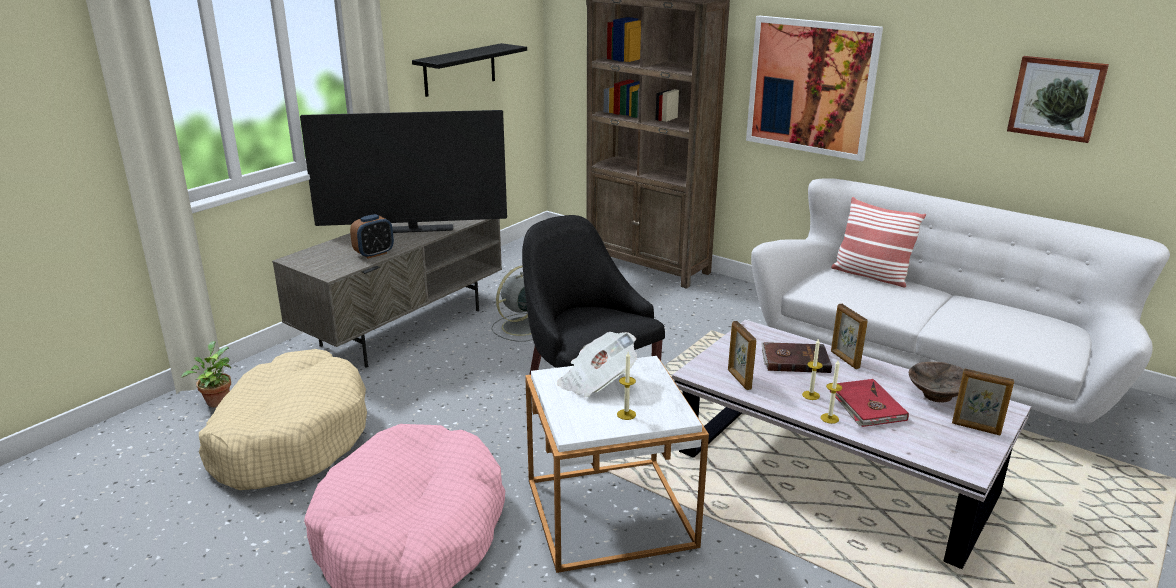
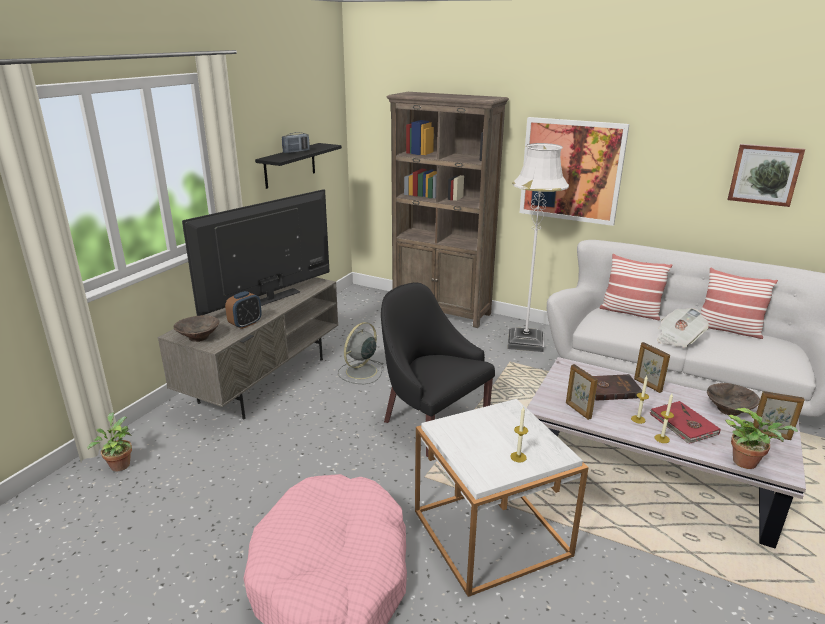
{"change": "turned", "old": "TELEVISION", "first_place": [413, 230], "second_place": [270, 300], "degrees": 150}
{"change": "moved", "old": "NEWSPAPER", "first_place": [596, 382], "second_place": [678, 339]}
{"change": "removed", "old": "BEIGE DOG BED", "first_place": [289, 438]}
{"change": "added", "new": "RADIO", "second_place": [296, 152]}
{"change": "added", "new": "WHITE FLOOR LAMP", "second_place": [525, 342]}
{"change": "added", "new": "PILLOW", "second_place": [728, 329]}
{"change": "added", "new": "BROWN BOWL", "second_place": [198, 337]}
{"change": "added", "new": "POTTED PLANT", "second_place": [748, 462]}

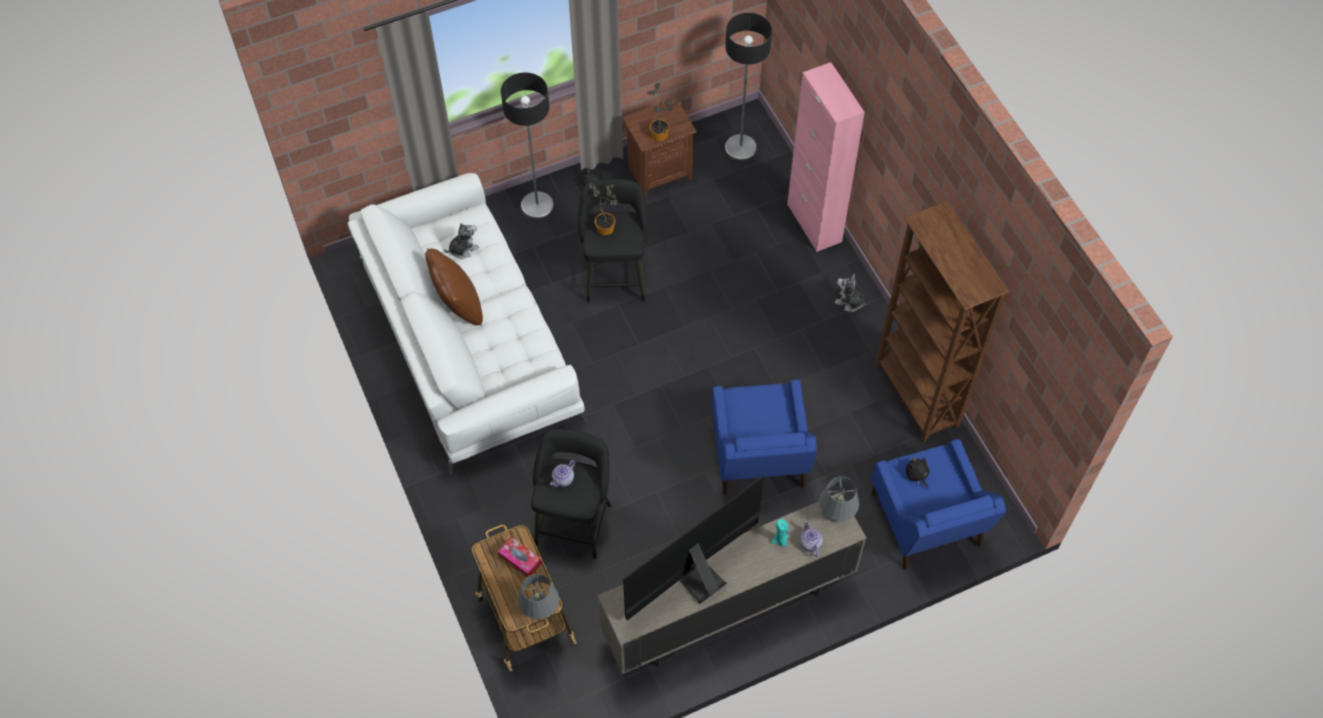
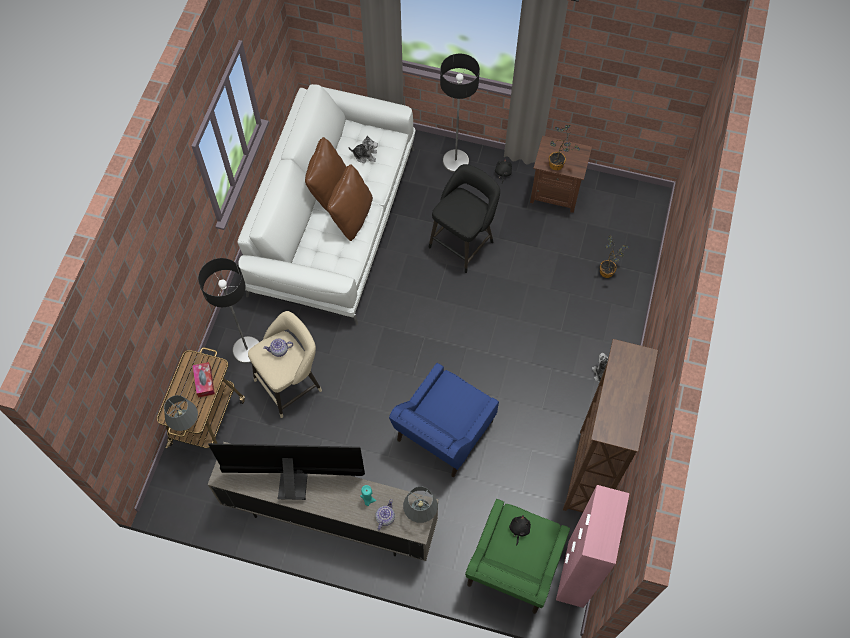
{"change": "moved", "old": "FLOOR LAMP", "first_place": [740, 148], "second_place": [247, 350]}
{"change": "moved", "old": "PINK CABINET", "first_place": [814, 223], "second_place": [576, 573]}
{"change": "moved", "old": "POTTED PLANT", "first_place": [606, 226], "second_place": [608, 271]}
{"change": "recoloured", "old": "BLACK STOOL", "new": "BEIGE STOOL", "first_place": [574, 520], "second_place": [291, 383]}
{"change": "recoloured", "old": "BLUE ARMCHAIR", "new": "GREEN ARMCHAIR", "first_place": [926, 522], "second_place": [513, 566]}
{"change": "added", "new": "BROWN PILLOW", "second_place": [352, 217]}

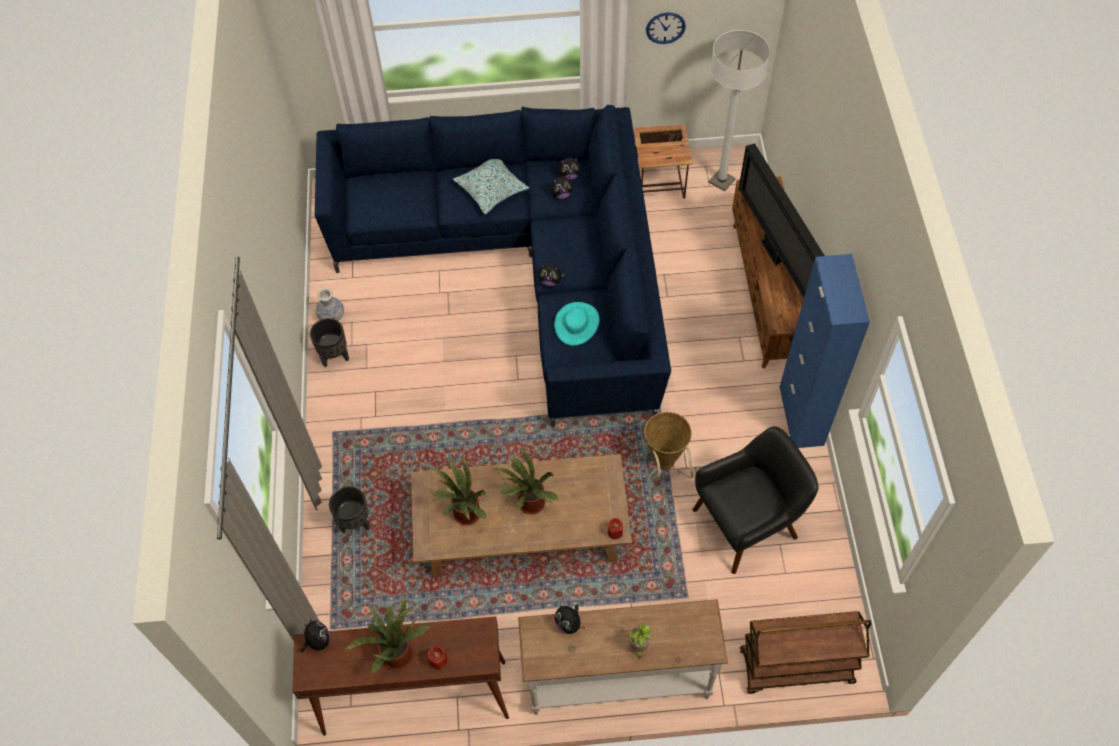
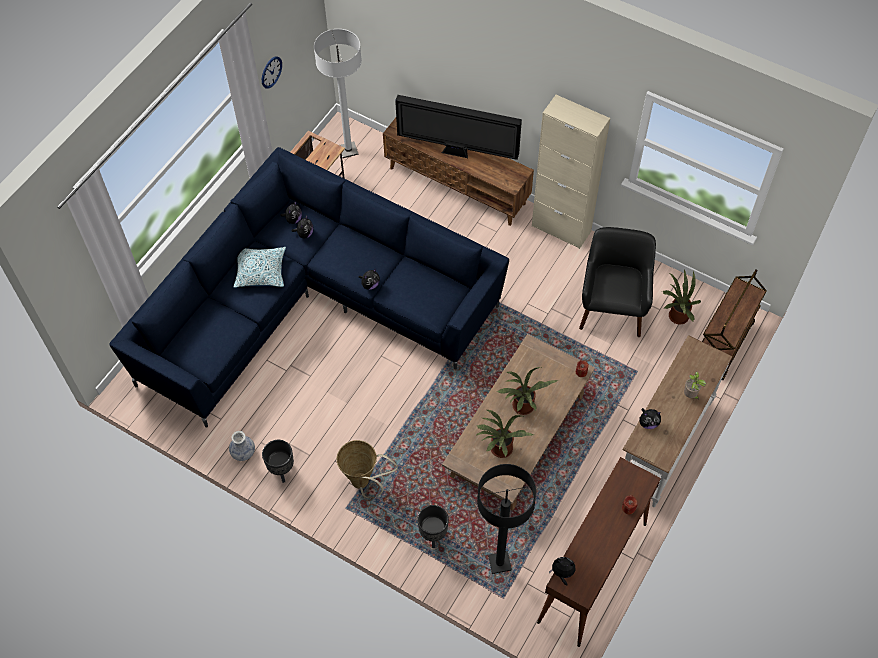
{"change": "recoloured", "old": "BLUE CABINET", "new": "BEIGE CABINET", "first_place": [801, 416], "second_place": [561, 229]}
{"change": "removed", "old": "TURQUOISE HAT", "first_place": [577, 324]}
{"change": "moved", "old": "BASKET", "first_place": [664, 466], "second_place": [364, 483]}
{"change": "moved", "old": "POTTED PLANT", "first_place": [396, 652], "second_place": [676, 316]}
{"change": "added", "new": "BLACK FLOOR LAMP", "second_place": [499, 563]}

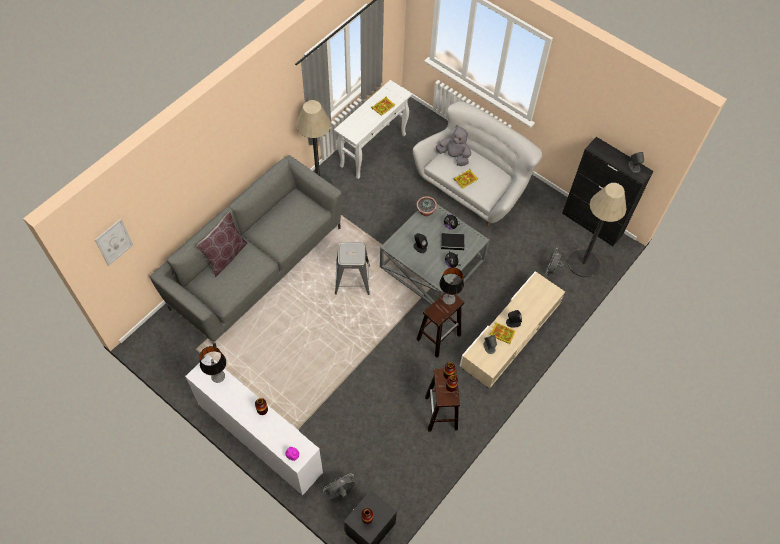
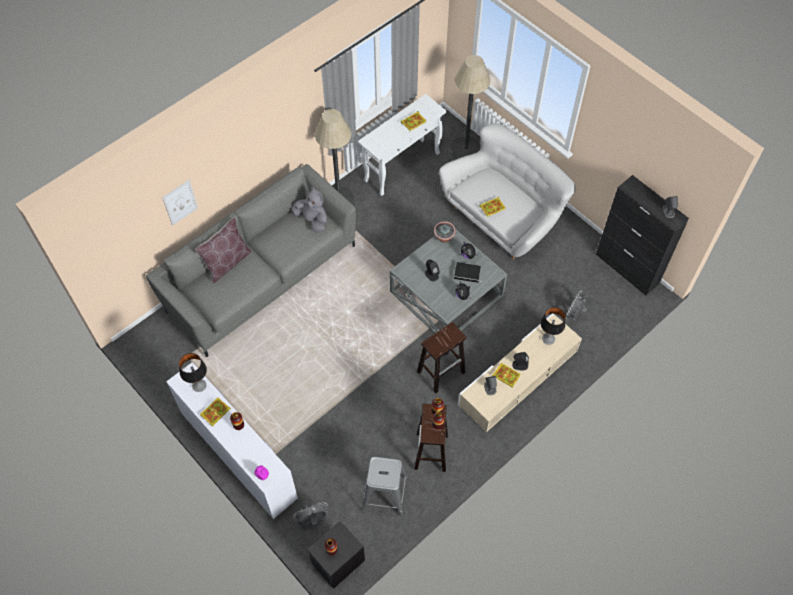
{"change": "moved", "old": "GREY PLUSH TOY", "first_place": [454, 156], "second_place": [312, 220]}
{"change": "moved", "old": "FLOOR LAMP", "first_place": [583, 263], "second_place": [466, 148]}
{"change": "moved", "old": "PICTURE", "first_place": [114, 242], "second_place": [180, 202]}
{"change": "moved", "old": "GREY STOOL", "first_place": [352, 279], "second_place": [385, 493]}
{"change": "moved", "old": "TABLE LAMP", "first_place": [449, 299], "second_place": [548, 339]}
{"change": "added", "new": "BOOK", "second_place": [215, 413]}

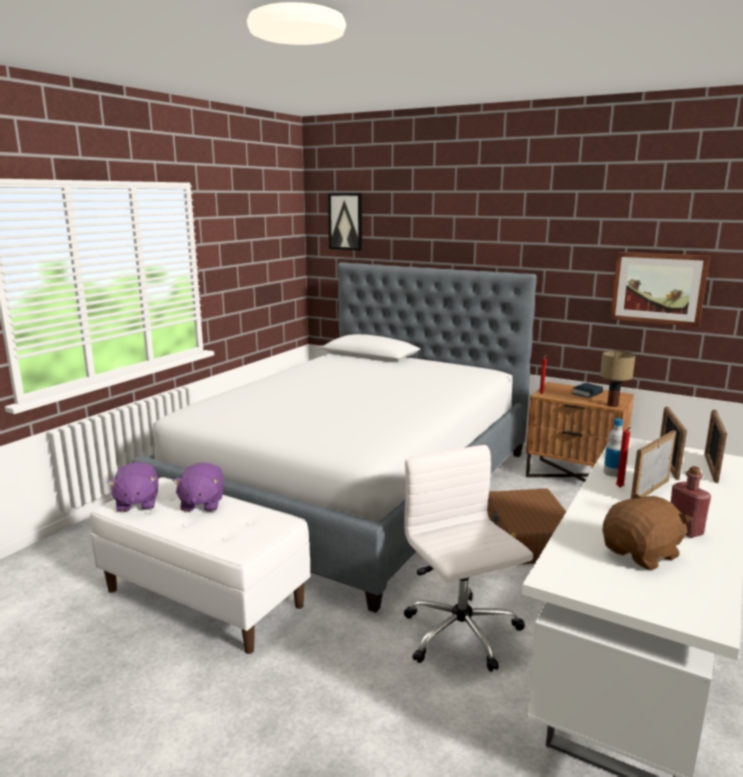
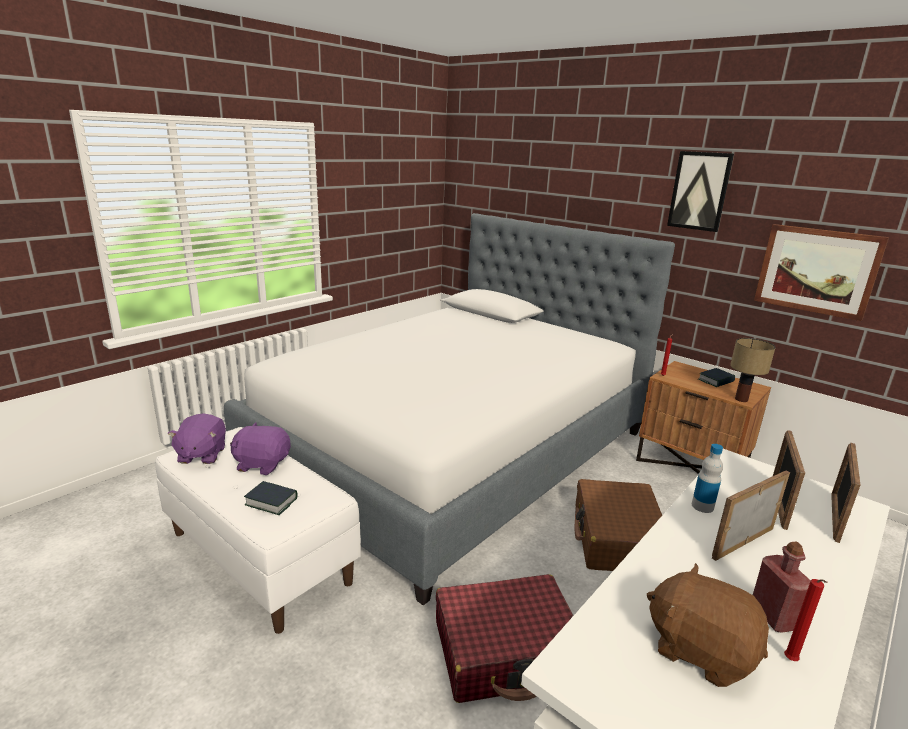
{"change": "moved", "old": "PICTURE", "first_place": [345, 221], "second_place": [699, 191]}
{"change": "moved", "old": "RED CANDLE", "first_place": [620, 488], "second_place": [791, 661]}
{"change": "replaced", "old": "WHITE OFFICE CHAIR", "new": "RED SUITCASE", "first_place": [462, 635], "second_place": [506, 651]}
{"change": "turned", "old": "PURPLE PLUSH TOY", "first_place": [201, 504], "second_place": [262, 464], "degrees": 90}
{"change": "turned", "old": "BROWN PLUSH TOY", "first_place": [641, 554], "second_place": [700, 649], "degrees": -120}
{"change": "added", "new": "BOOK", "second_place": [271, 501]}

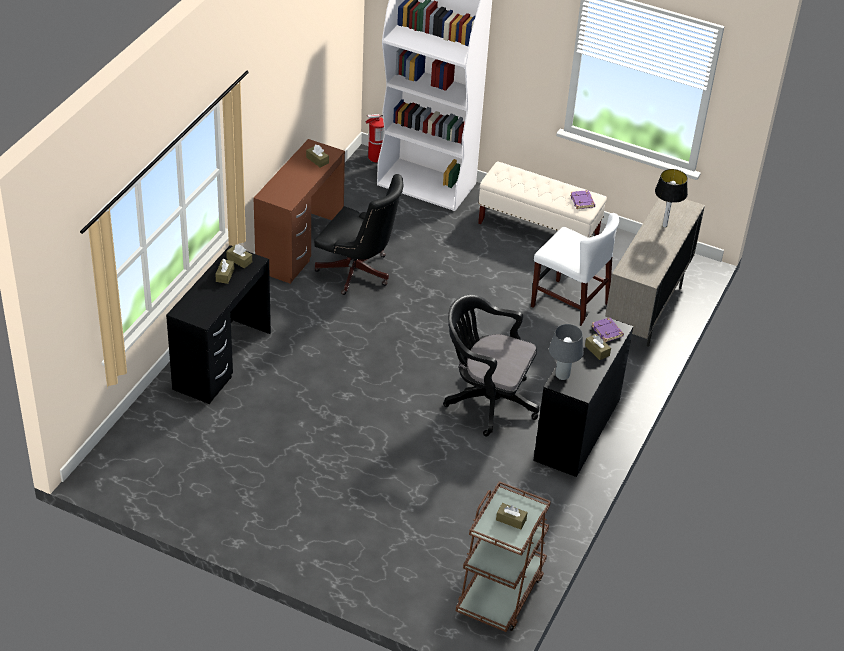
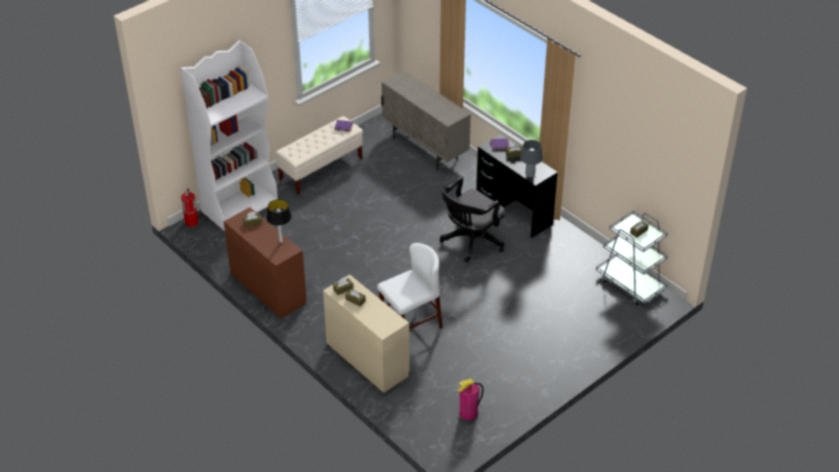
{"change": "moved", "old": "TABLE LAMP", "first_place": [665, 225], "second_place": [281, 241]}
{"change": "removed", "old": "BLACK OFFICE CHAIR", "first_place": [358, 273]}
{"change": "moved", "old": "WHITE CHAIR", "first_place": [569, 305], "second_place": [411, 325]}
{"change": "recoloured", "old": "BLACK DESK", "new": "BEIGE DESK", "first_place": [222, 360], "second_place": [367, 359]}
{"change": "recoloured", "old": "BROWN CART", "new": "GREY CART", "first_place": [500, 592], "second_place": [630, 284]}
{"change": "added", "new": "FIRE EXTINGUISHER", "second_place": [468, 413]}

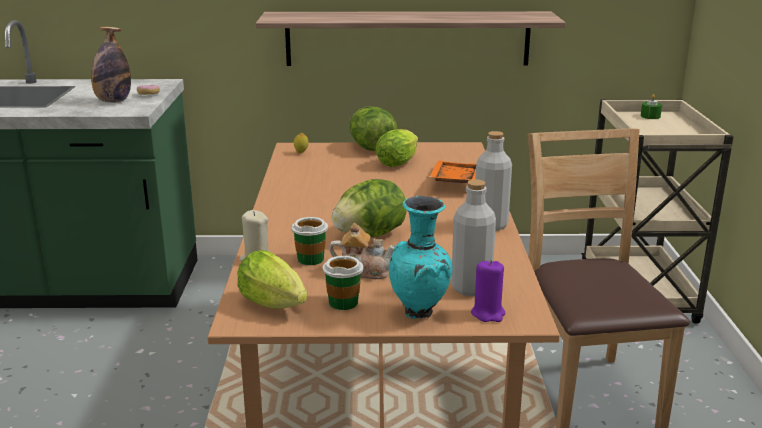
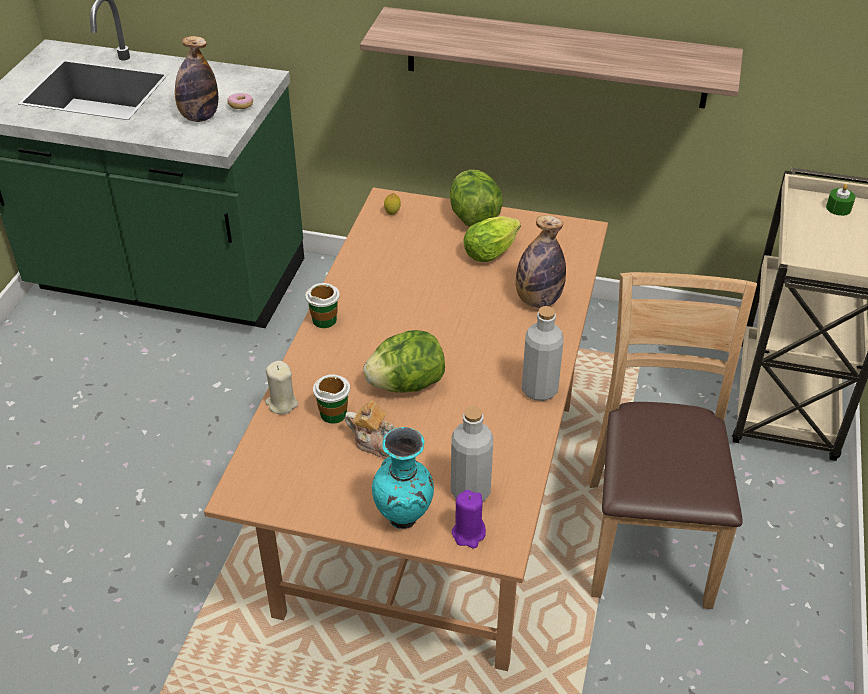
{"change": "replaced", "old": "ORANGE TRAY", "new": "BOTTLE", "first_place": [454, 181], "second_place": [538, 300]}
{"change": "removed", "old": "LETTUCE", "first_place": [276, 306]}
{"change": "moved", "old": "CUP", "first_place": [343, 302], "second_place": [324, 320]}

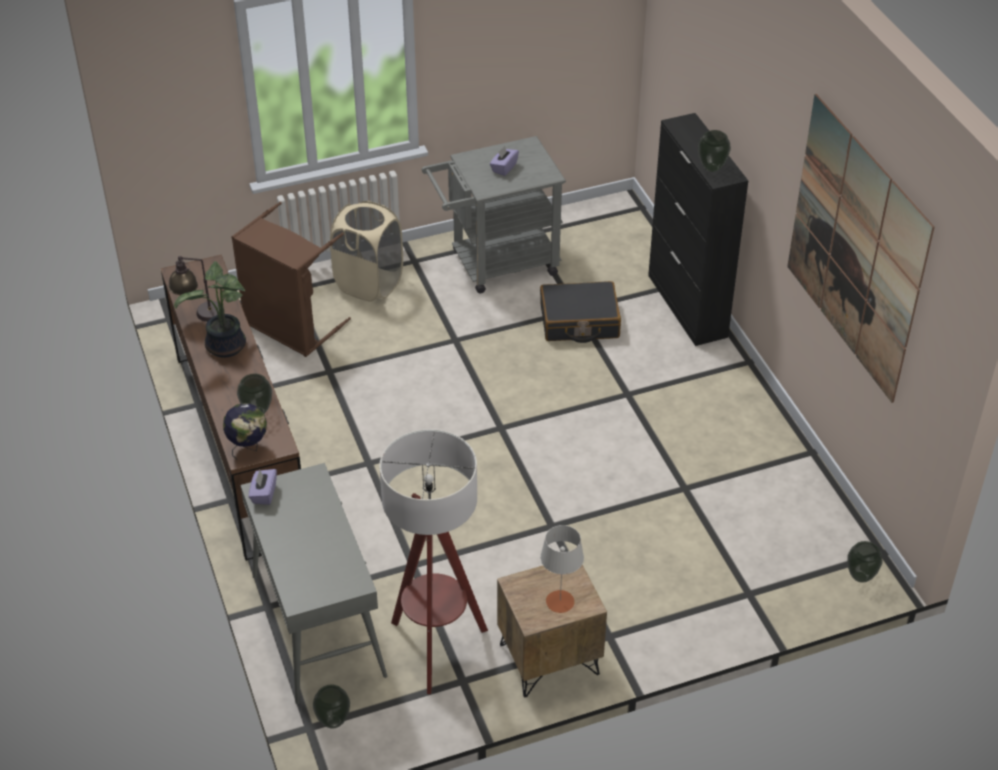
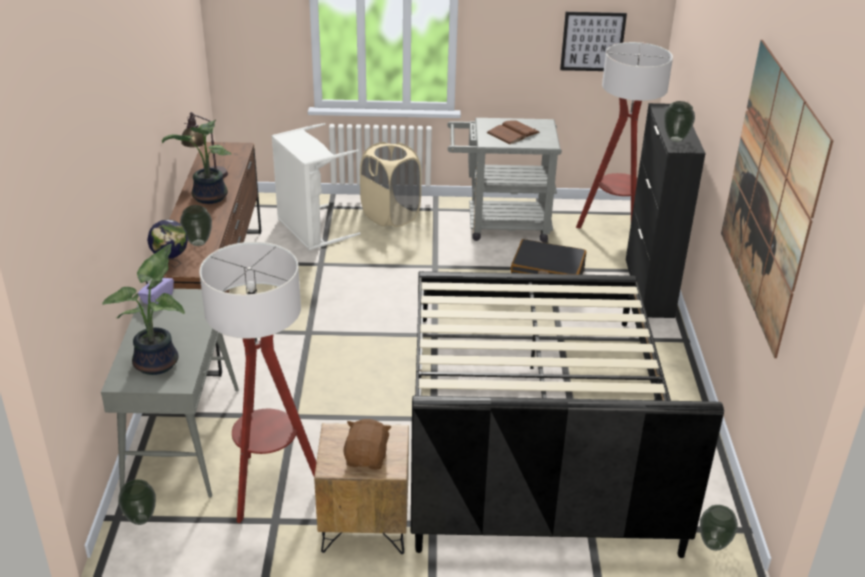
{"change": "replaced", "old": "PURPLE TISSUE BOX", "new": "BROWN BOOK", "first_place": [504, 168], "second_place": [513, 132]}
{"change": "recoloured", "old": "BROWN LAUNDRY BASKET", "new": "WHITE LAUNDRY BASKET", "first_place": [290, 328], "second_place": [310, 230]}
{"change": "replaced", "old": "GREY TABLE LAMP", "new": "BROWN PLUSH TOY", "first_place": [560, 601], "second_place": [367, 458]}
{"change": "added", "new": "PICTURE", "second_place": [592, 41]}
{"change": "added", "new": "FLOOR LAMP", "second_place": [614, 231]}
{"change": "added", "new": "POTTED PLANT", "second_place": [159, 362]}
{"change": "added", "new": "BLACK BED", "second_place": [534, 422]}

